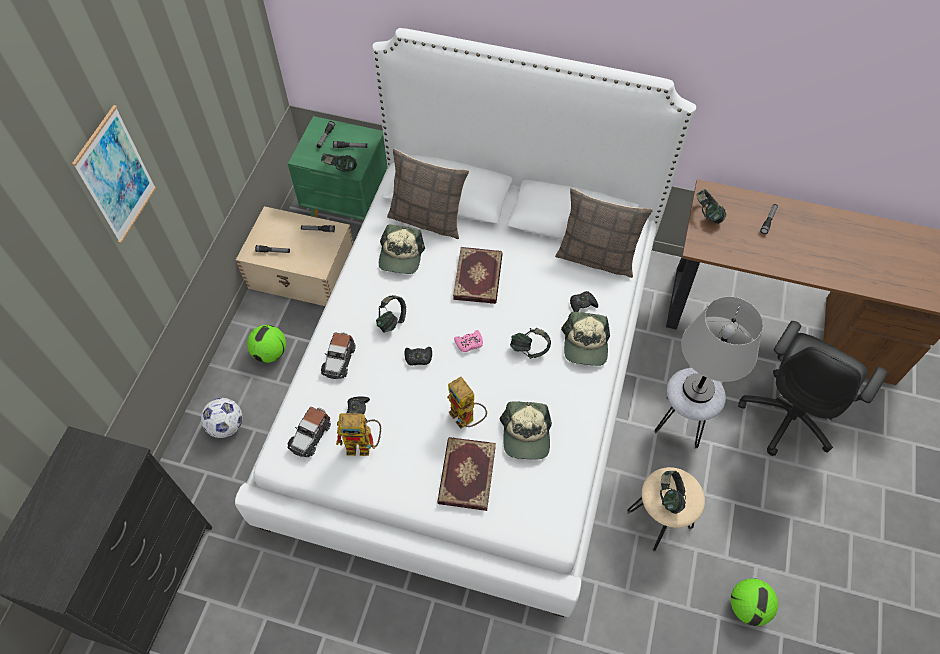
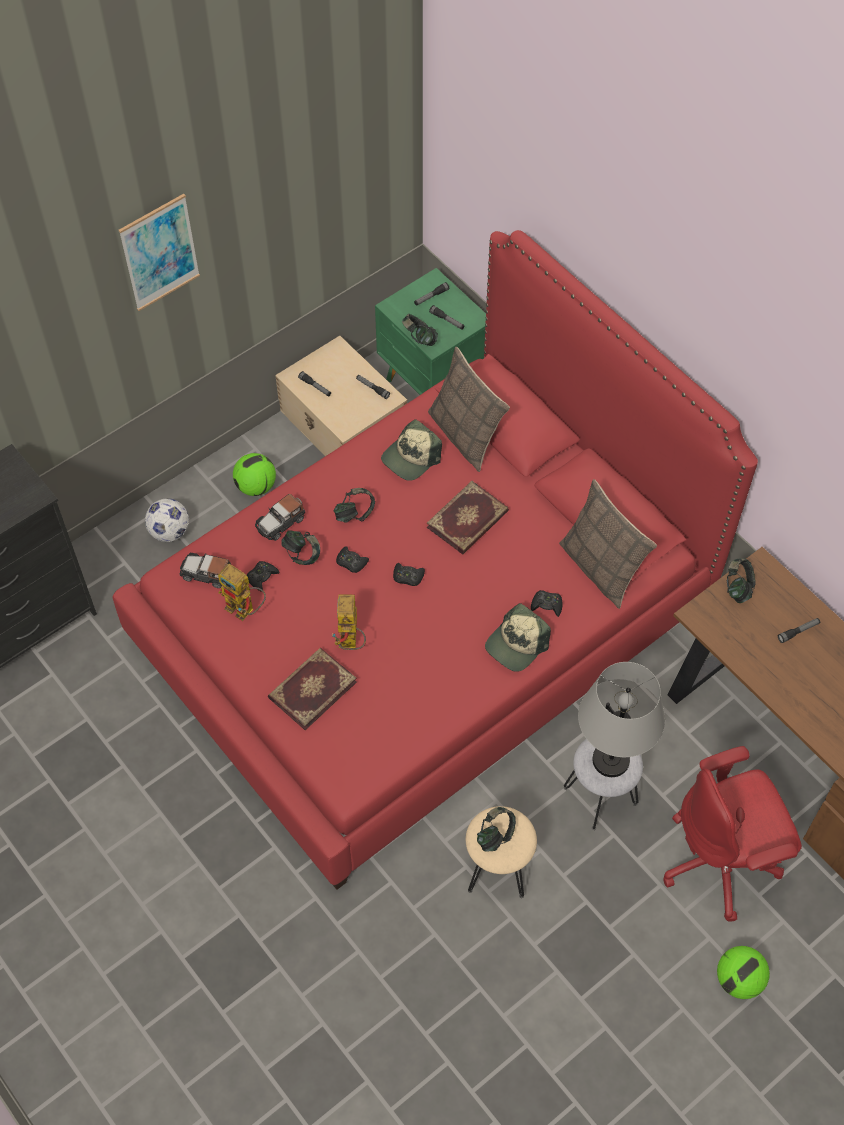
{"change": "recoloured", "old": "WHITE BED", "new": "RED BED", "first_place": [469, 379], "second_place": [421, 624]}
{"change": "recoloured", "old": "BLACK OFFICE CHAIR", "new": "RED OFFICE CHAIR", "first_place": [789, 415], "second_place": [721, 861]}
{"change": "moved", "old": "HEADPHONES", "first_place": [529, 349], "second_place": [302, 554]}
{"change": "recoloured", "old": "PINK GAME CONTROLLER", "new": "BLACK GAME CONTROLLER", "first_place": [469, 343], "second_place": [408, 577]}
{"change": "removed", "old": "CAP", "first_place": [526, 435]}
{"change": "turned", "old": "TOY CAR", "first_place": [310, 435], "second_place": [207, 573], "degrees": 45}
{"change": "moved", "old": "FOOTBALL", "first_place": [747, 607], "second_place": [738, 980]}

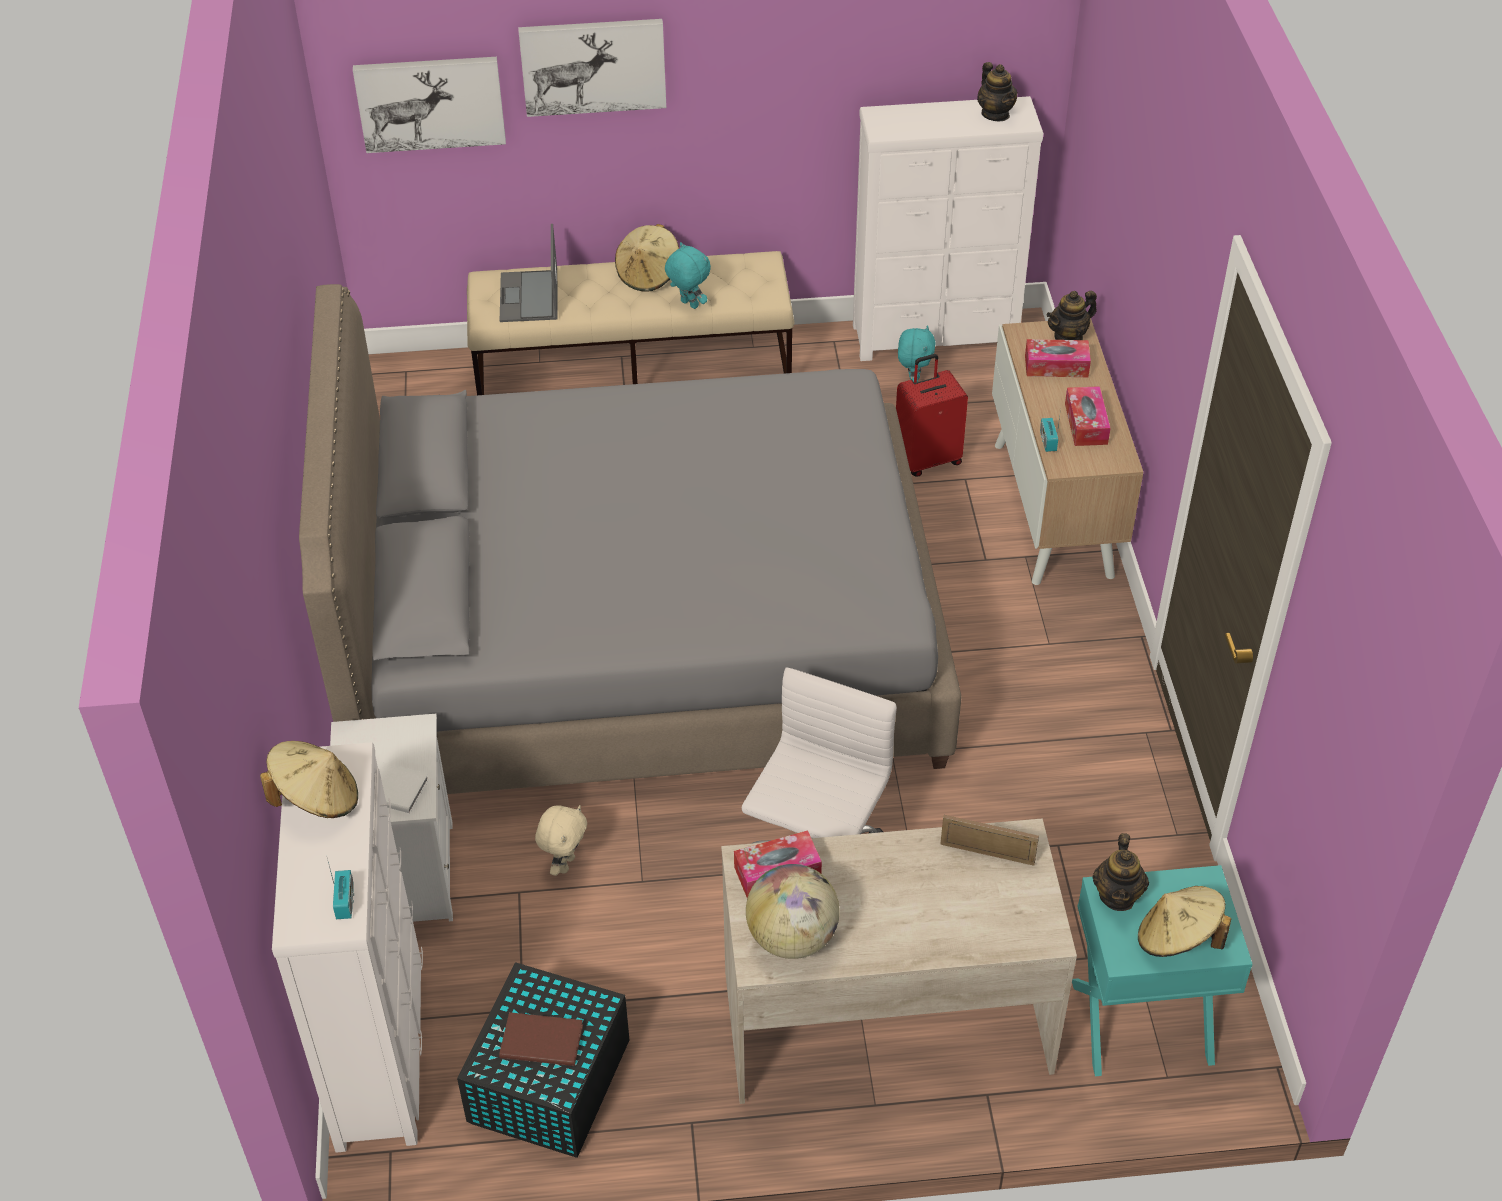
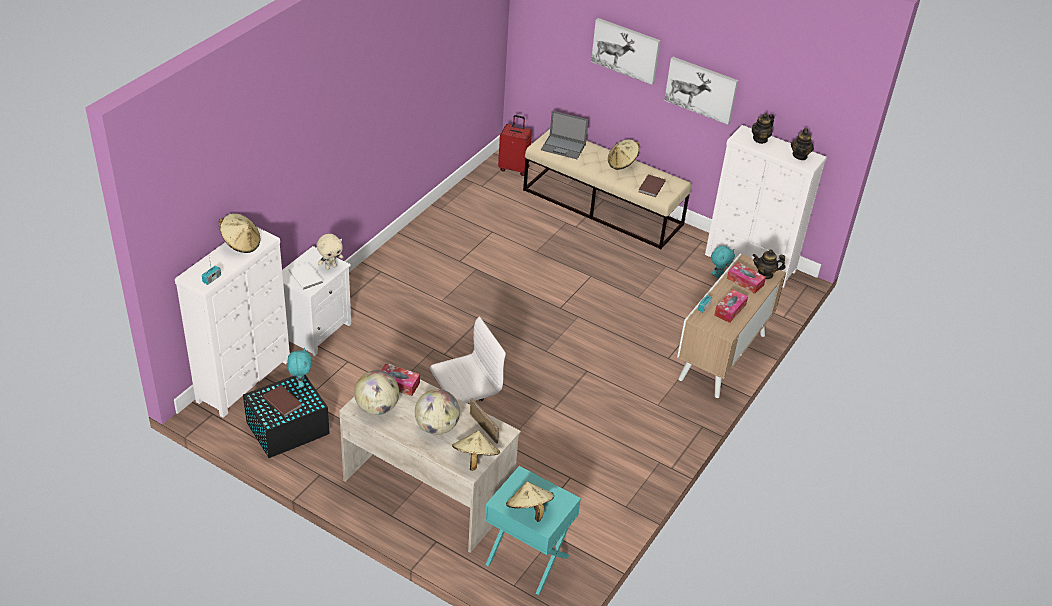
{"change": "moved", "old": "PICTURE", "first_place": [430, 102], "second_place": [701, 89]}
{"change": "turned", "old": "LAPTOP", "first_place": [529, 297], "second_place": [564, 147], "degrees": -105}
{"change": "moved", "old": "TURQUOISE PLUSH TOY", "first_place": [688, 304], "second_place": [300, 383]}
{"change": "removed", "old": "GREY BED", "first_place": [643, 640]}
{"change": "moved", "old": "RED SUITCASE", "first_place": [927, 459], "second_place": [514, 168]}
{"change": "moved", "old": "BEIGE PLUSH TOY", "first_place": [565, 864], "second_place": [331, 267]}
{"change": "moved", "old": "TEAPOT", "first_place": [1117, 896], "second_place": [760, 139]}
{"change": "added", "new": "BROWN BOOK", "second_place": [650, 187]}
{"change": "added", "new": "GLOBE", "second_place": [437, 427]}
{"change": "added", "new": "BEIGE HAT", "second_place": [475, 459]}

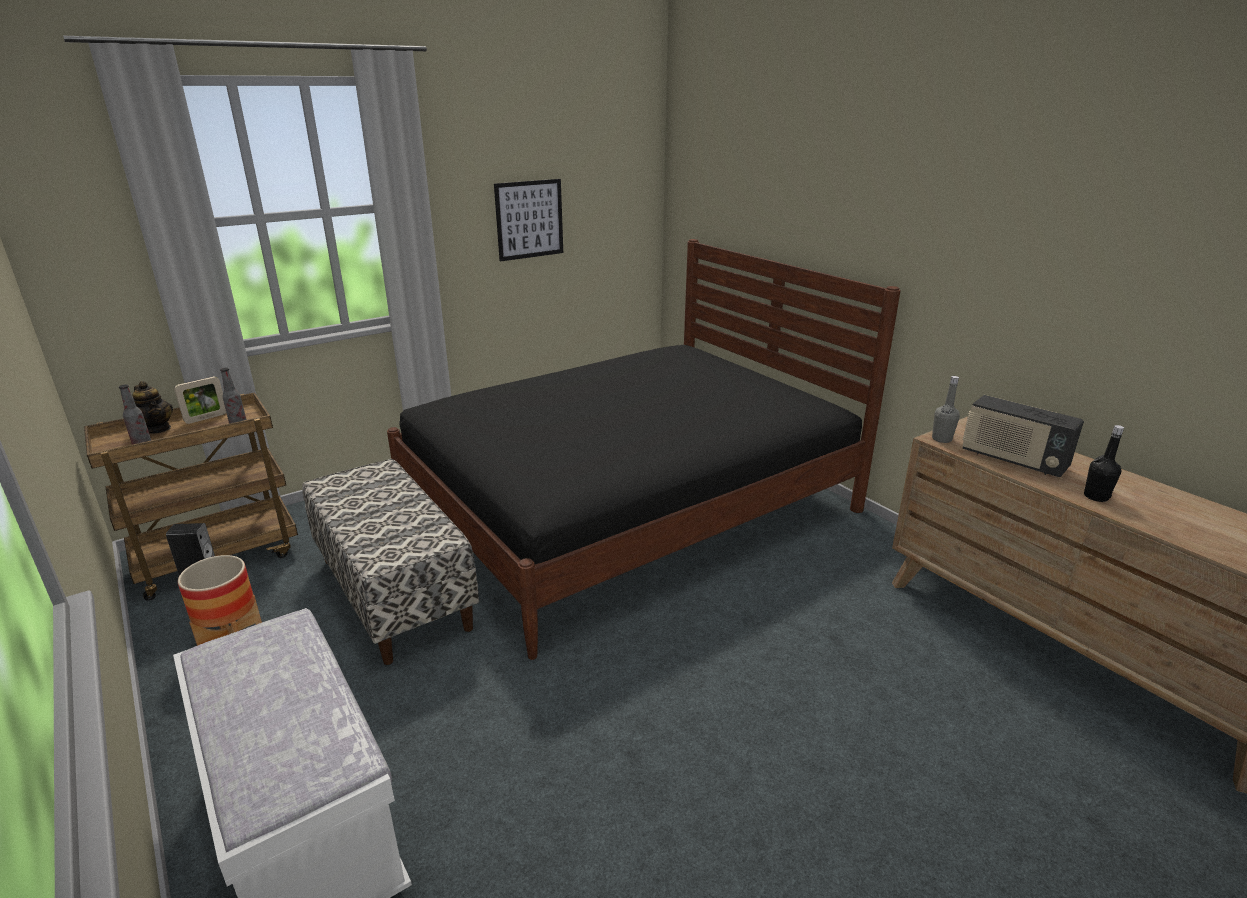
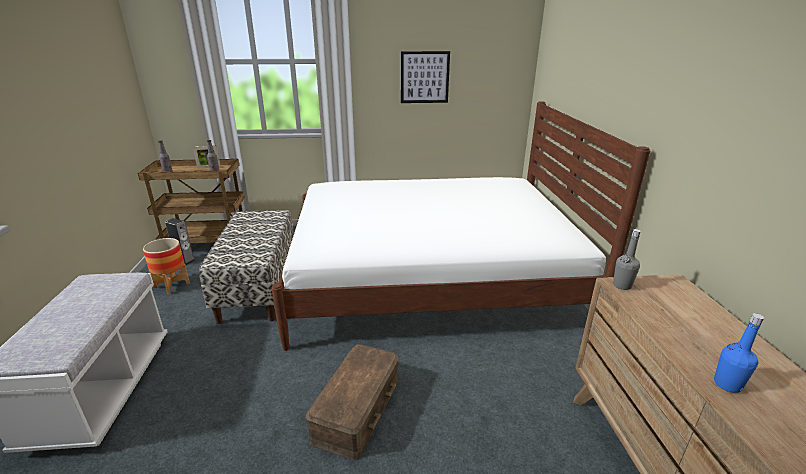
{"change": "recoloured", "old": "BLACK BED", "new": "WHITE BED", "first_place": [629, 508], "second_place": [429, 279]}
{"change": "removed", "old": "TEAPOT", "first_place": [156, 429]}
{"change": "removed", "old": "RADIO", "first_place": [1013, 460]}
{"change": "recoloured", "old": "BLACK BOTTLE", "new": "BLUE BOTTLE", "first_place": [1096, 497], "second_place": [727, 384]}
{"change": "added", "new": "BROWN STORAGE BOX", "second_place": [358, 409]}

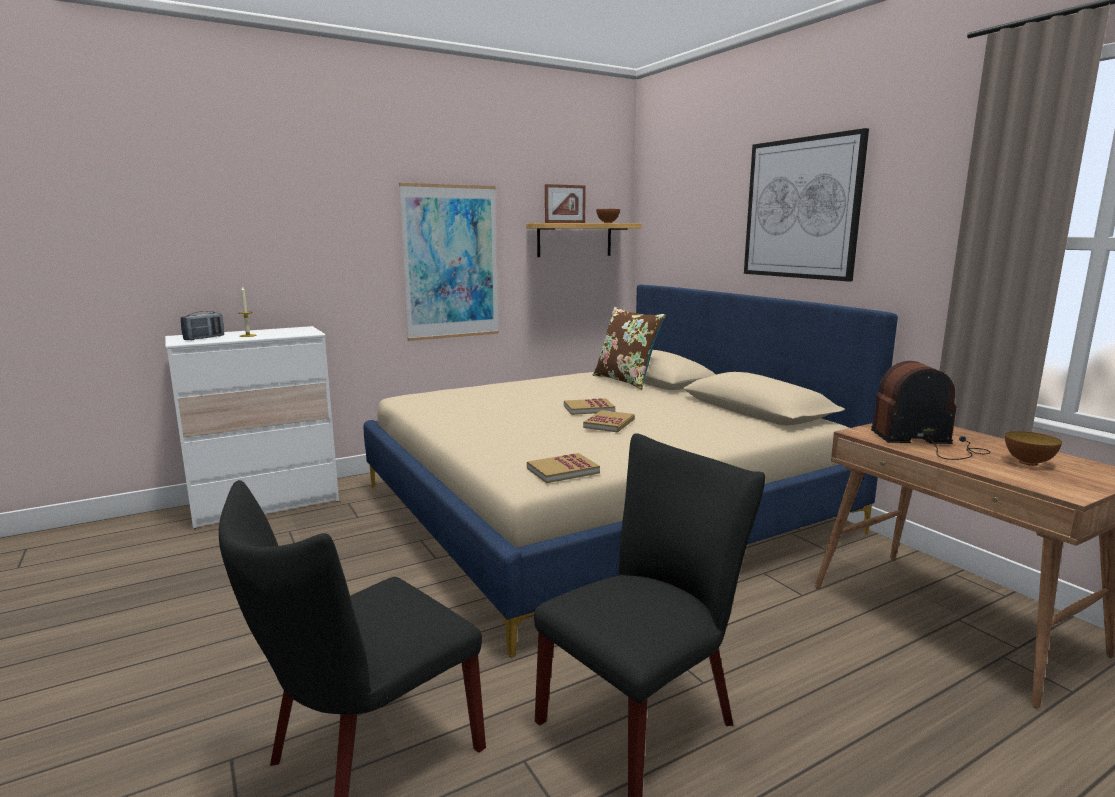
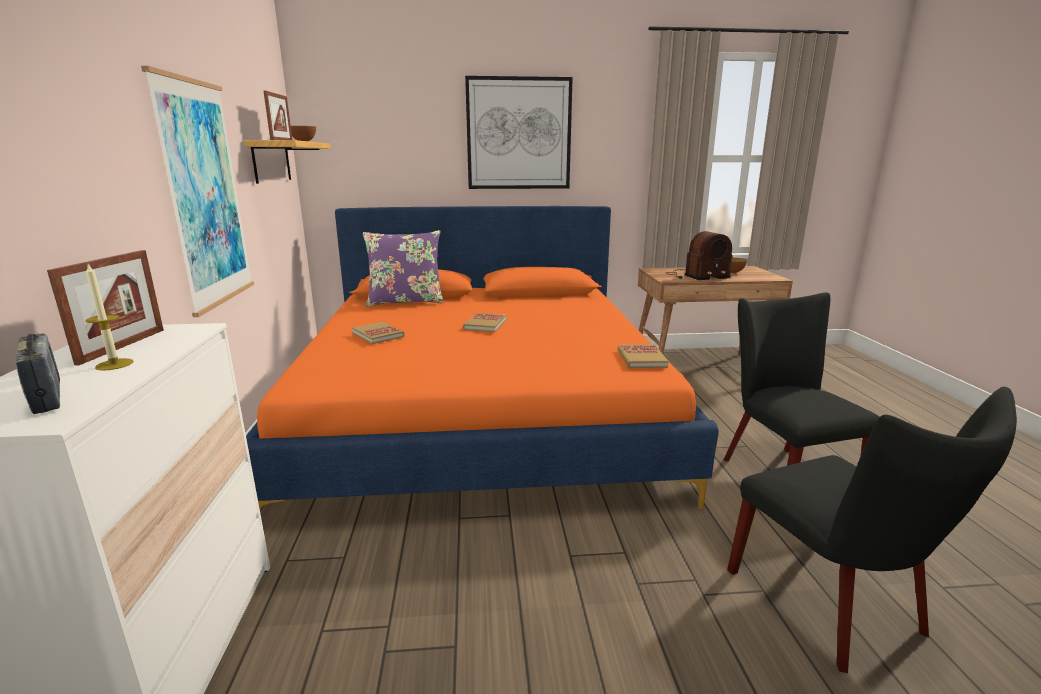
{"change": "recoloured", "old": "BEIGE BED", "new": "ORANGE BED", "first_place": [599, 508], "second_place": [482, 414]}
{"change": "recoloured", "old": "BROWN PILLOW", "new": "PURPLE PILLOW", "first_place": [626, 380], "second_place": [406, 301]}
{"change": "turned", "old": "RADIO", "first_place": [928, 444], "second_place": [695, 276], "degrees": -135}
{"change": "moved", "old": "BOOK", "first_place": [609, 423], "second_place": [378, 335]}
{"change": "added", "new": "PICTURE FRAME", "second_place": [123, 346]}

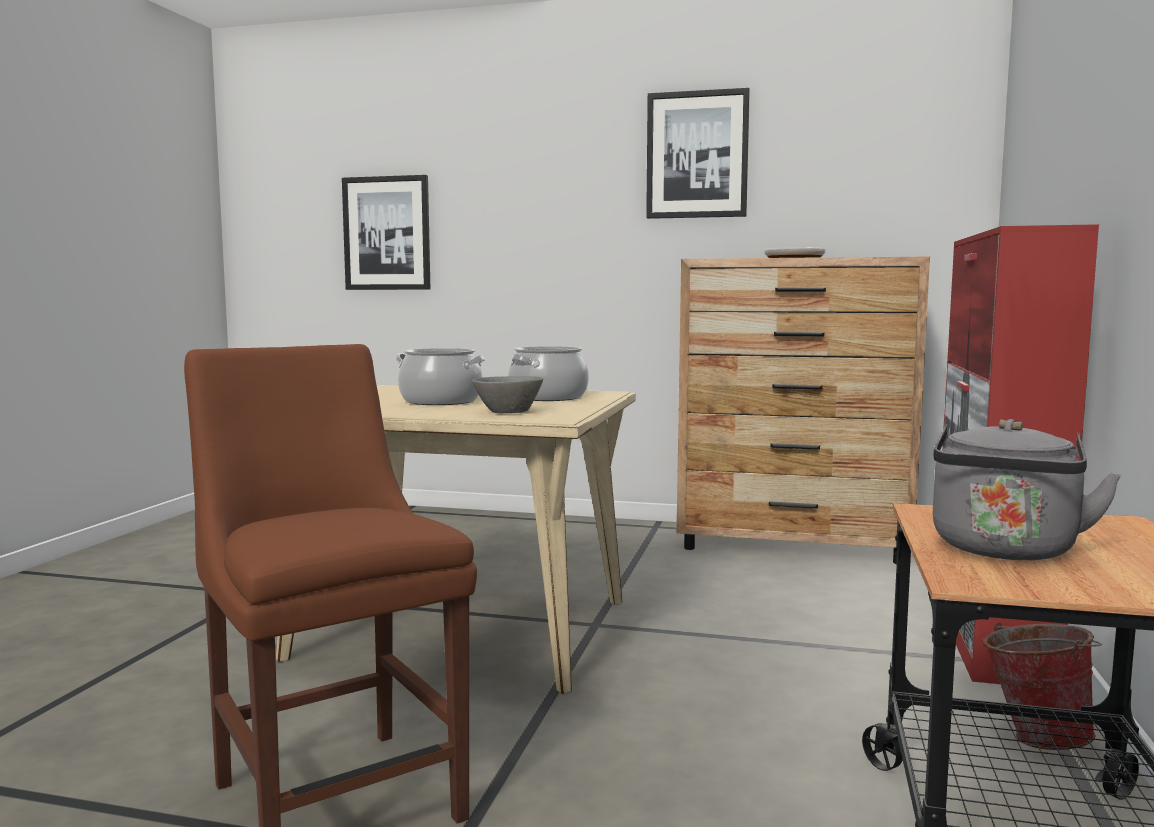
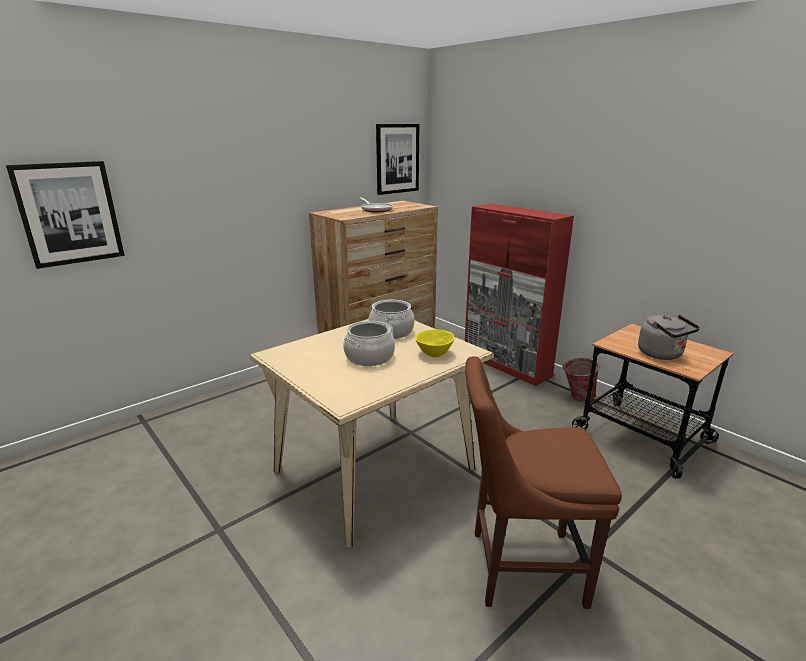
{"change": "moved", "old": "PICTURE", "first_place": [697, 155], "second_place": [397, 159]}
{"change": "recoloured", "old": "GREY BOWL", "new": "YELLOW BOWL", "first_place": [508, 411], "second_place": [433, 353]}

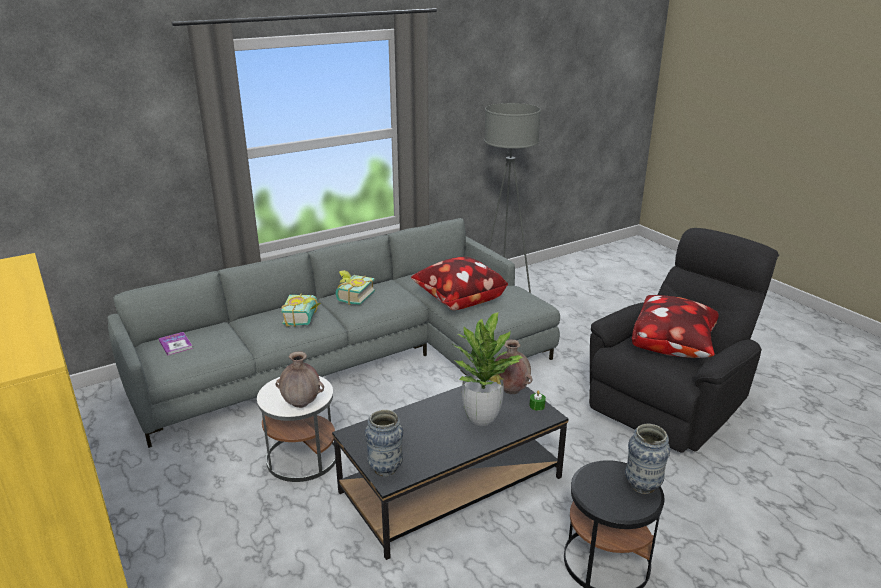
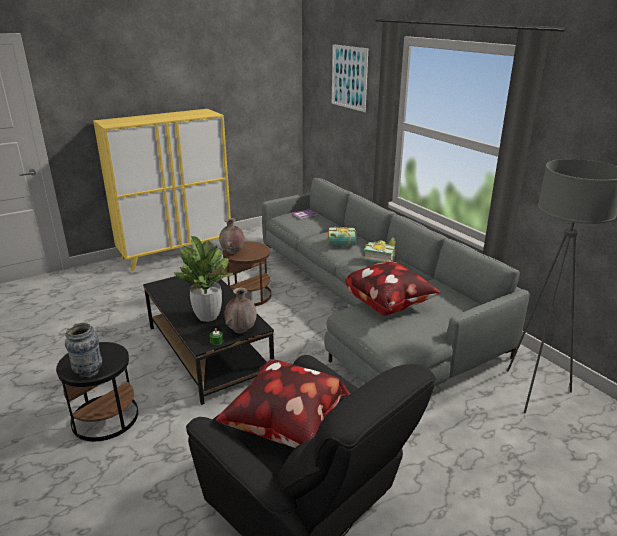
{"change": "recoloured", "old": "WHITE SIDE TABLE", "new": "BROWN SIDE TABLE", "first_place": [302, 458], "second_place": [248, 295]}
{"change": "removed", "old": "VASE", "first_place": [385, 469]}
{"change": "added", "new": "PICTURE", "second_place": [349, 77]}

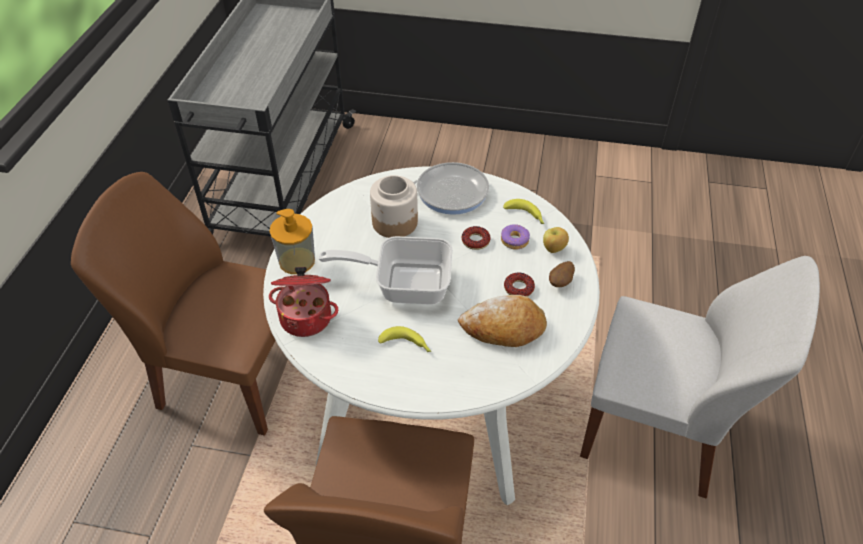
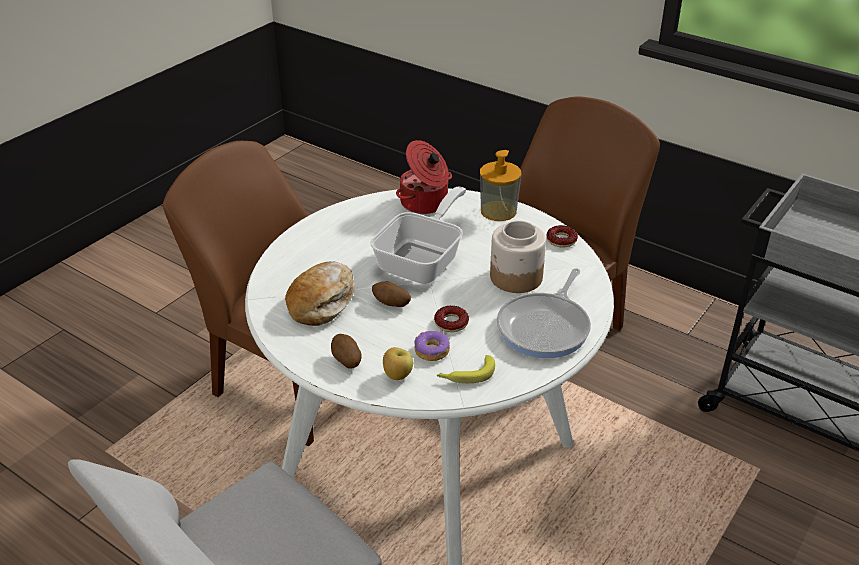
{"change": "moved", "old": "DONUT", "first_place": [518, 288], "second_place": [561, 240]}
{"change": "removed", "old": "BANANA", "first_place": [406, 345]}
{"change": "added", "new": "POTATO", "second_place": [391, 304]}

